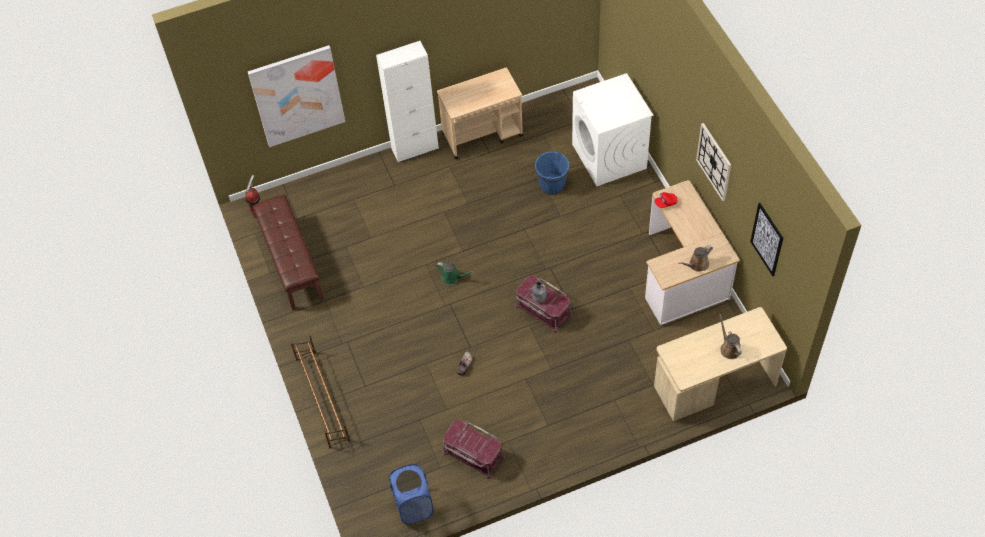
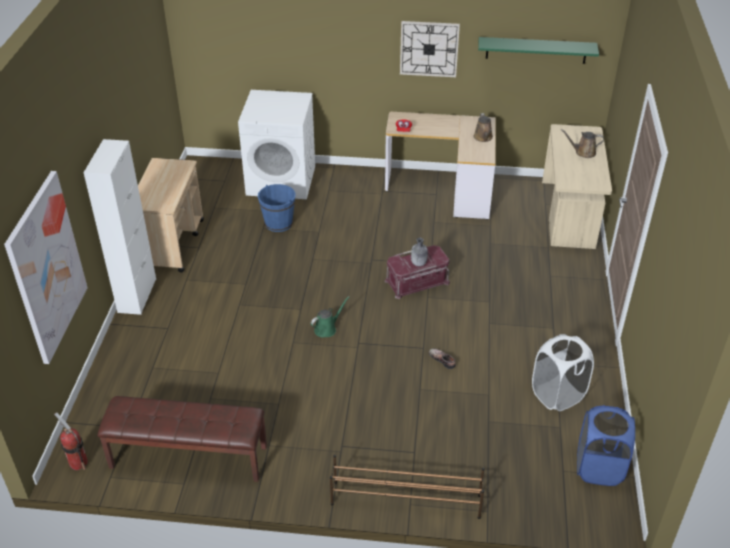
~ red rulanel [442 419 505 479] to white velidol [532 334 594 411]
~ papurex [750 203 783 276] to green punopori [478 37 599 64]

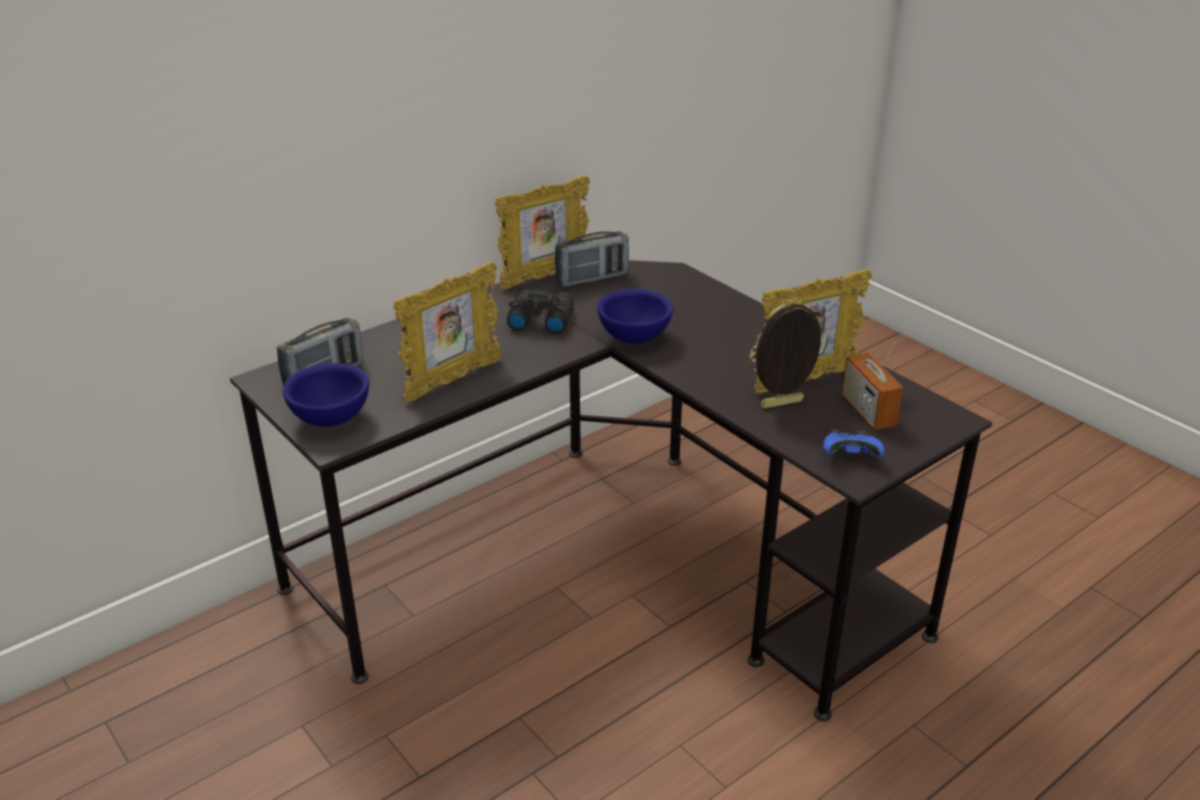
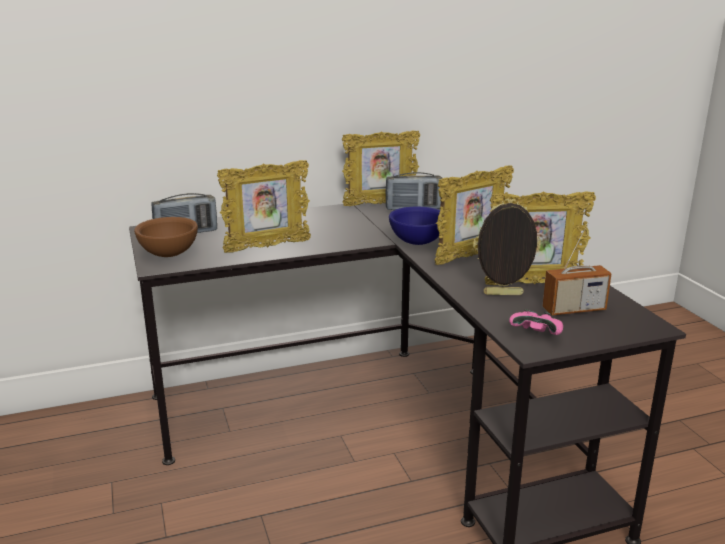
- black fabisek [507 289 575 334]
+ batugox [435 165 514 265]
~ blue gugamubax [282 363 369 427] to brown gugamubax [134 217 198 257]
~ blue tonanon [823 430 885 457] to pink tonanon [509 309 563 335]
~ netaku [842 328 903 430] = [542 223 612 315] 105 degrees counterclockwise

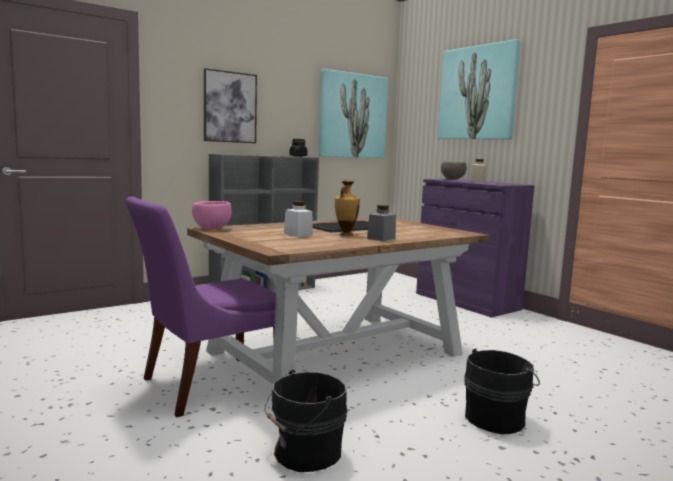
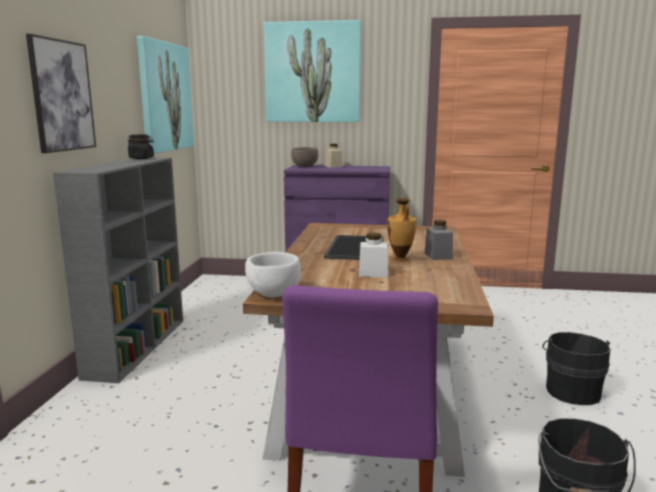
~ pink gugamubax [192 201 232 229] to white gugamubax [245 252 301 297]

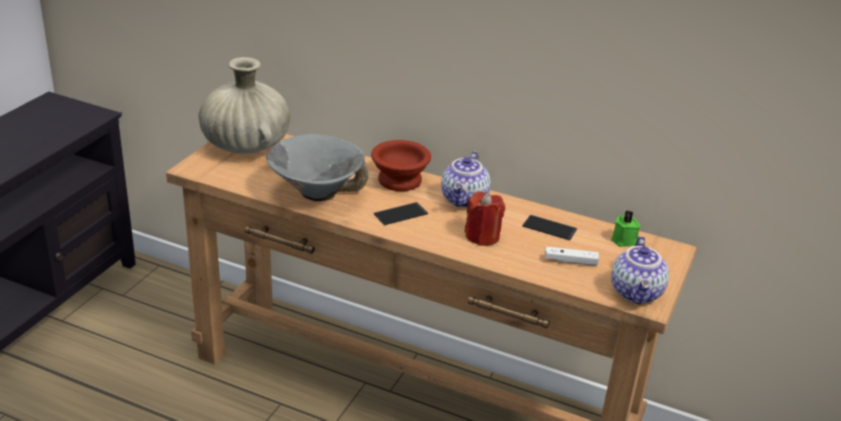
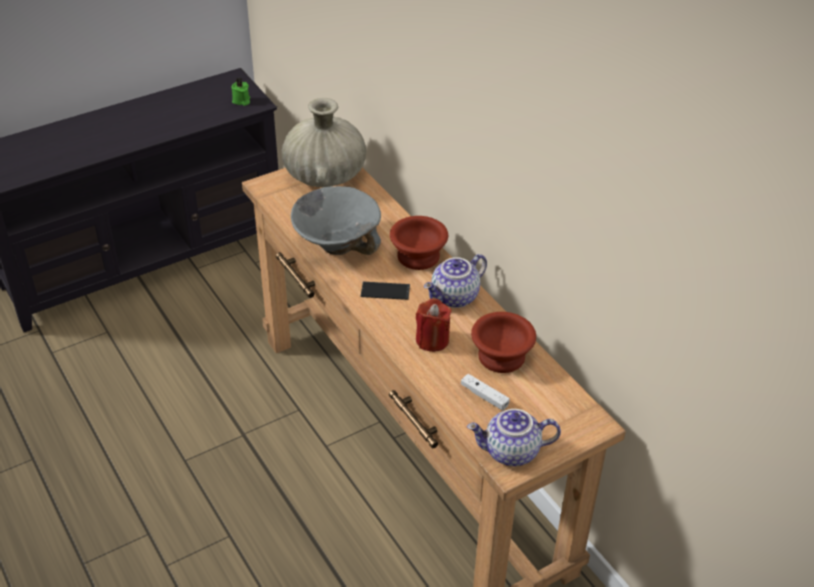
~ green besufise [611 210 640 247] to [232 78 250 106]
~ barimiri [522 215 577 240] to brown gugamubax [471 312 536 373]
~ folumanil [611 236 669 304] = [467 409 561 466] 45 degrees clockwise

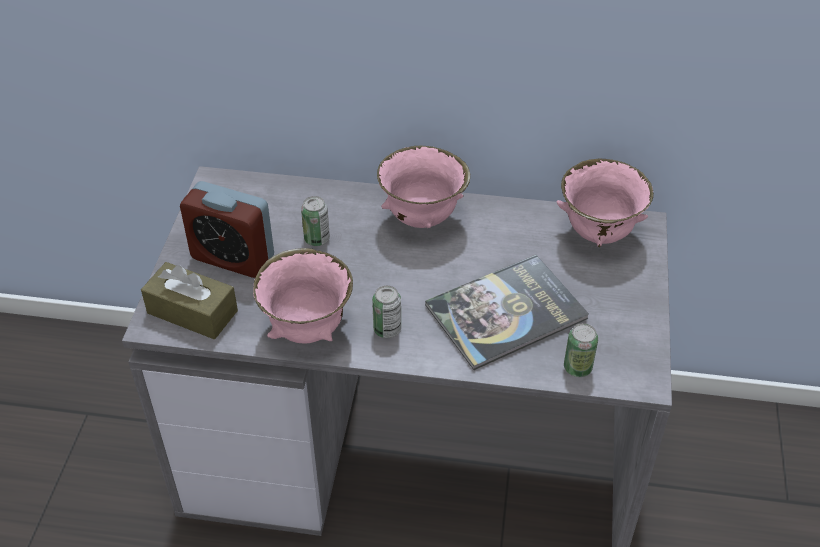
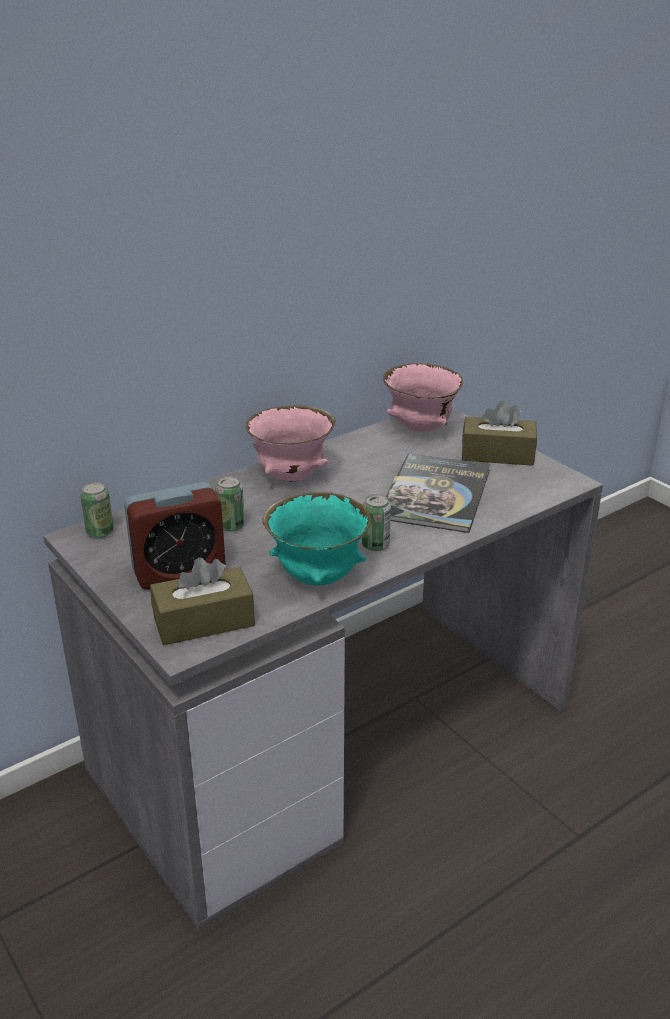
+ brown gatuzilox [462 400 537 466]
~ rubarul [564 323 598 377] to [80 482 114 538]
~ pink gugamubax [253 248 353 343] to turquoise gugamubax [262 492 371 586]

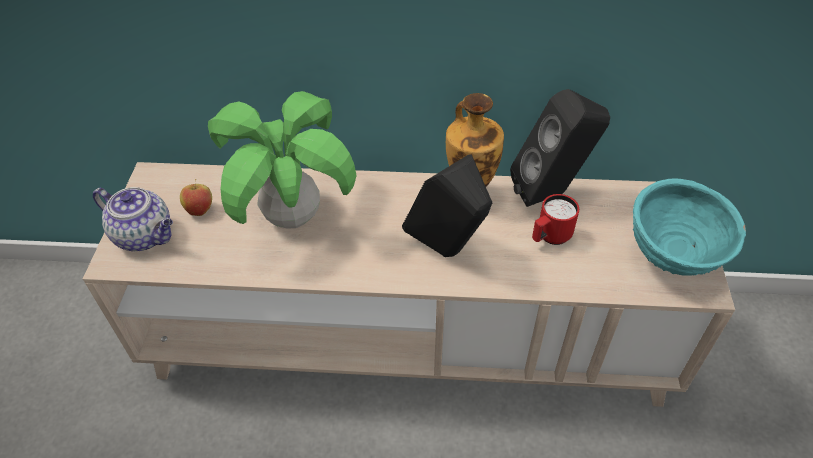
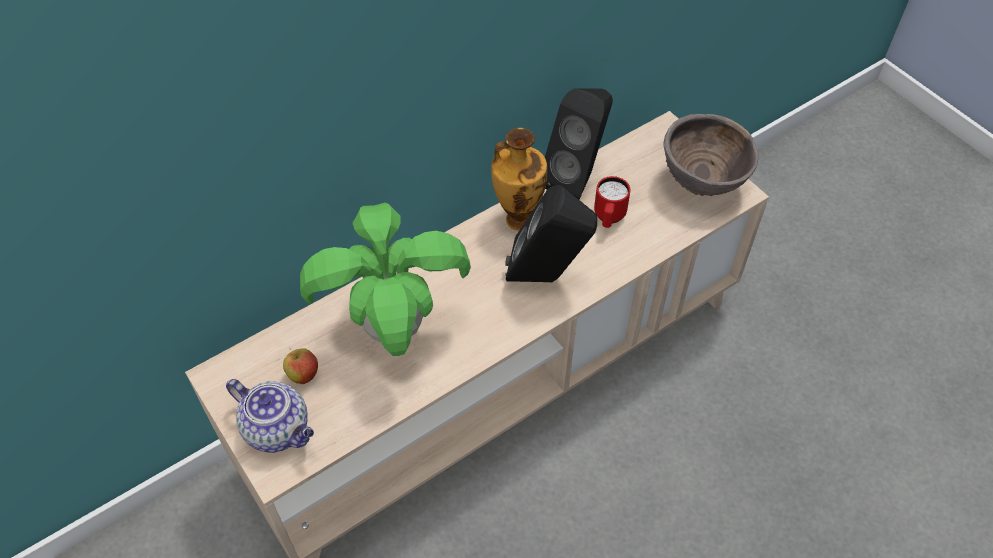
~ turquoise gugamubax [633 179 746 276] to brown gugamubax [664 114 758 196]
~ folumanil [93 187 173 251] = [226 379 314 453] 45 degrees clockwise

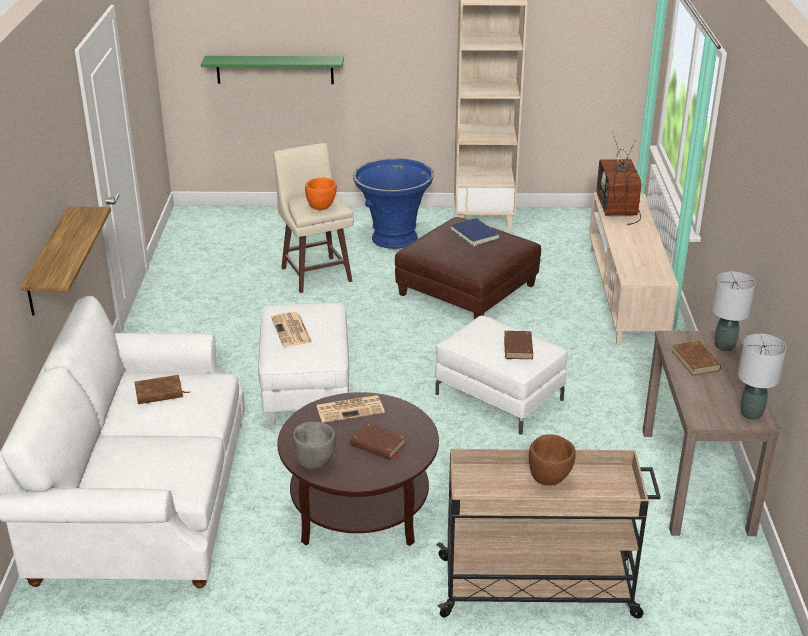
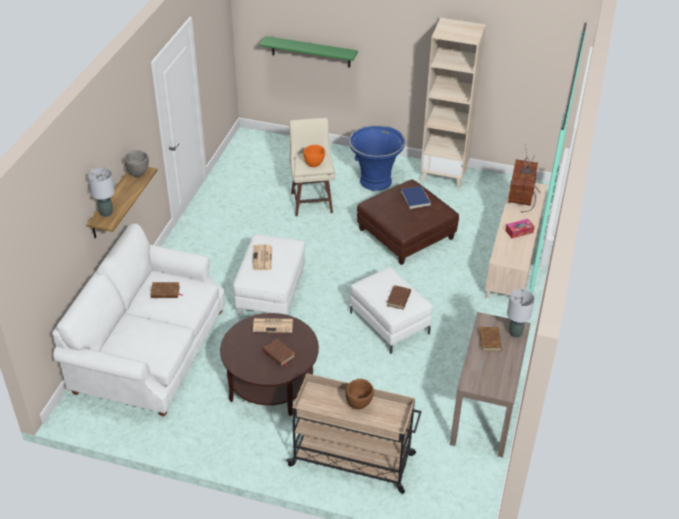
+ gatuzilox [505 219 535 238]
~ grey gugamubax [293 422 336 469] to [124 150 149 177]
~ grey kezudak [738 334 786 420] to [87 167 115 217]

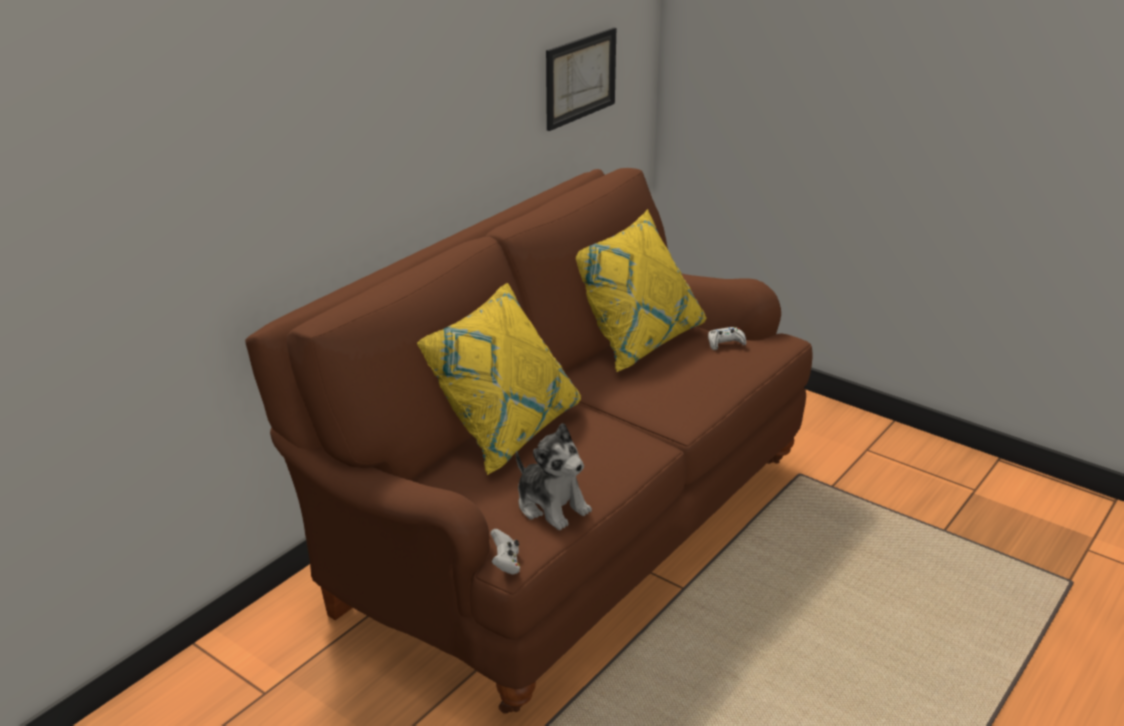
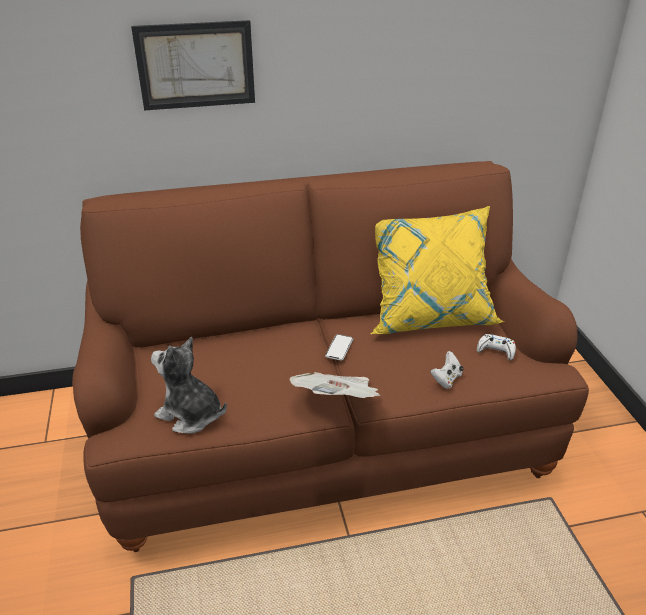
- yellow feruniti [417 283 581 475]
+ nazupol [290 372 380 398]
+ barimiri [325 334 353 361]
~ white tonanon [490 529 520 575] to [431 351 463 389]
~ papurex [546 27 616 131] to [131 20 255 110]
~ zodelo [516 423 592 530] = [151 337 227 434] 120 degrees clockwise

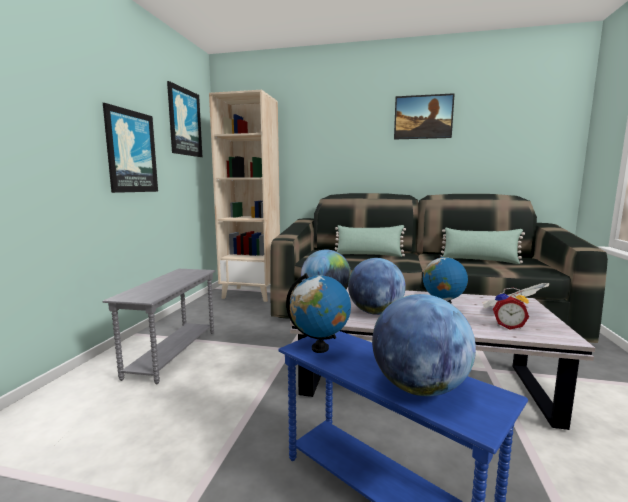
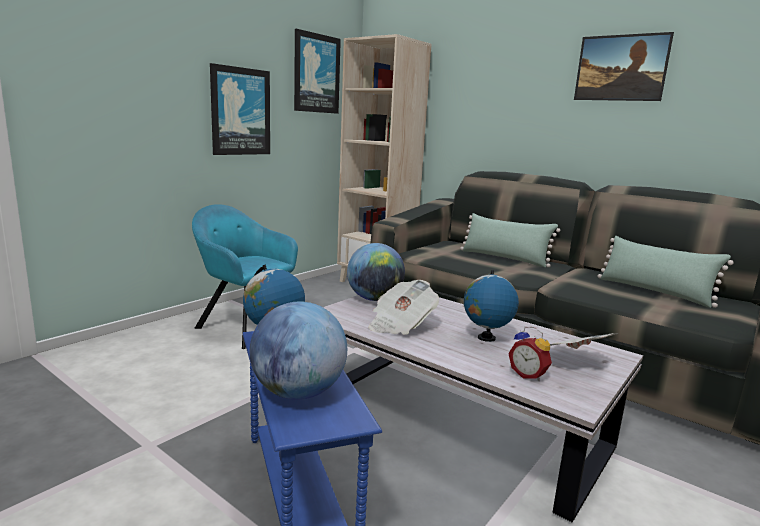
~ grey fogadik [102 269 216 384] to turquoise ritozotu [192 204 298 349]
~ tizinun [348 258 405 315] to nazupol [368 280 439 335]

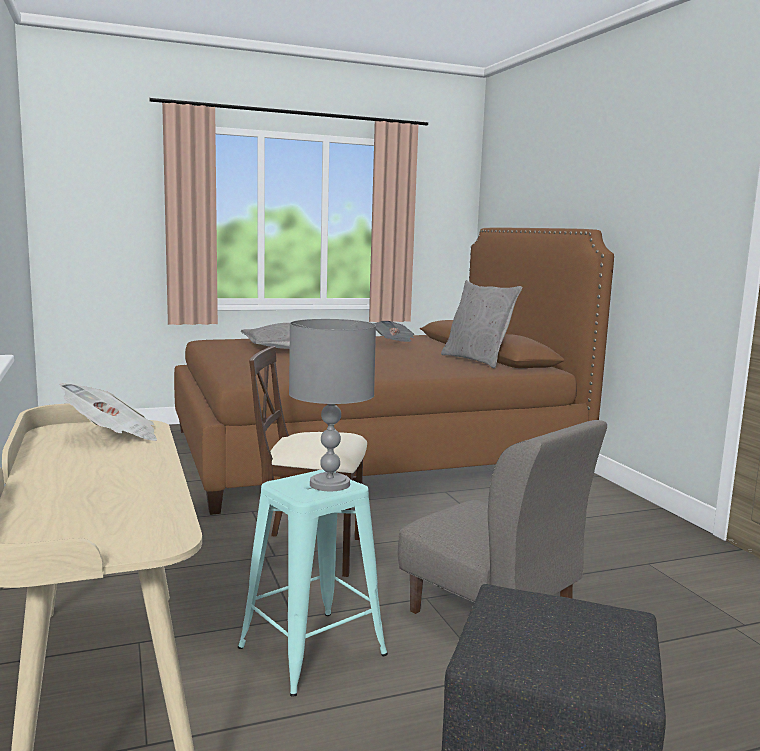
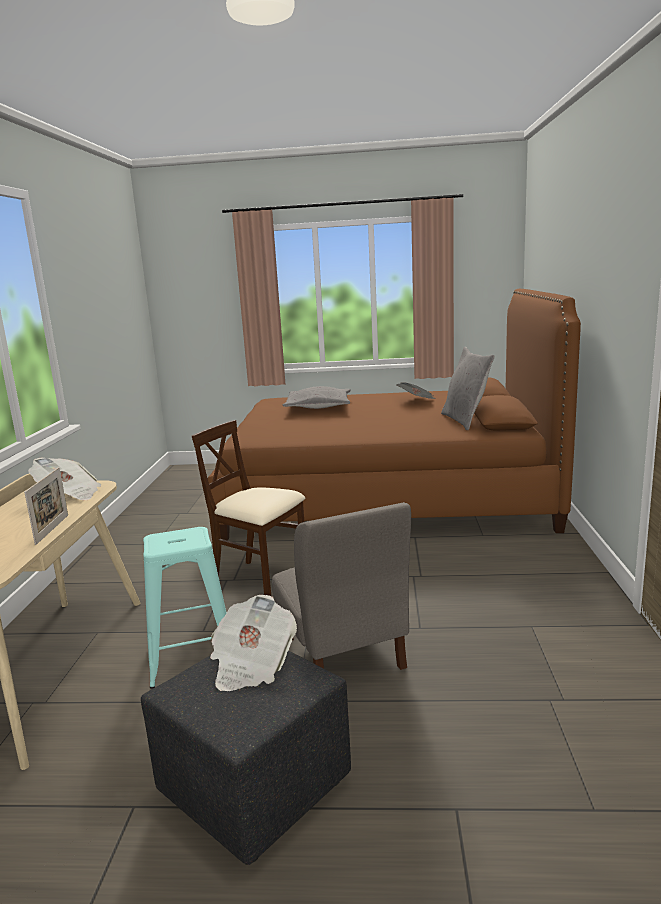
- grey kezudak [289 319 376 491]
+ batugox [24 467 68 545]
+ nazupol [210 595 297 691]

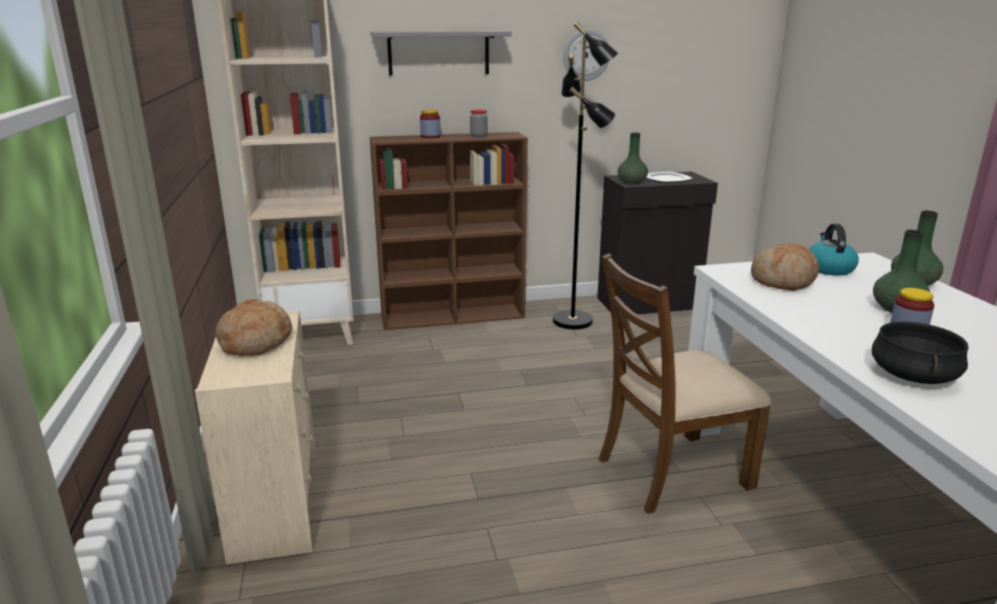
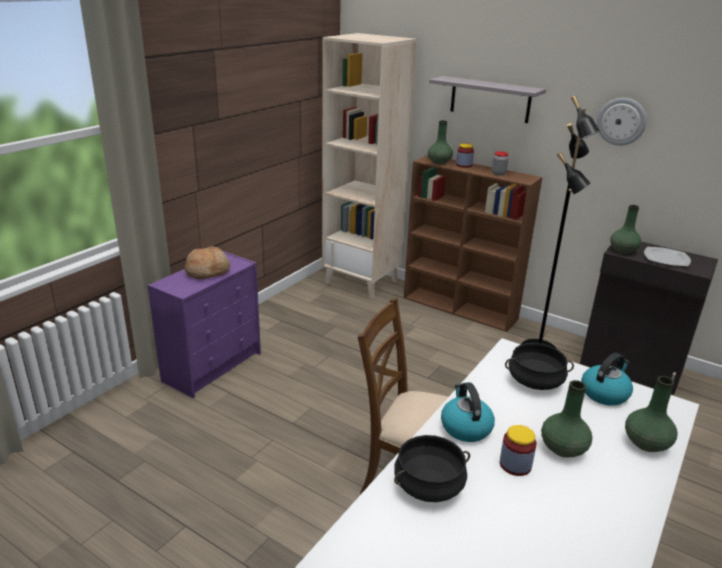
+ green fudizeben [428 120 453 164]
+ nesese [441 382 495 442]
~ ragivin [751 243 819 291] to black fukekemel [505 343 574 390]
~ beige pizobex [195 310 316 564] to purple pizobex [147 251 261 398]

